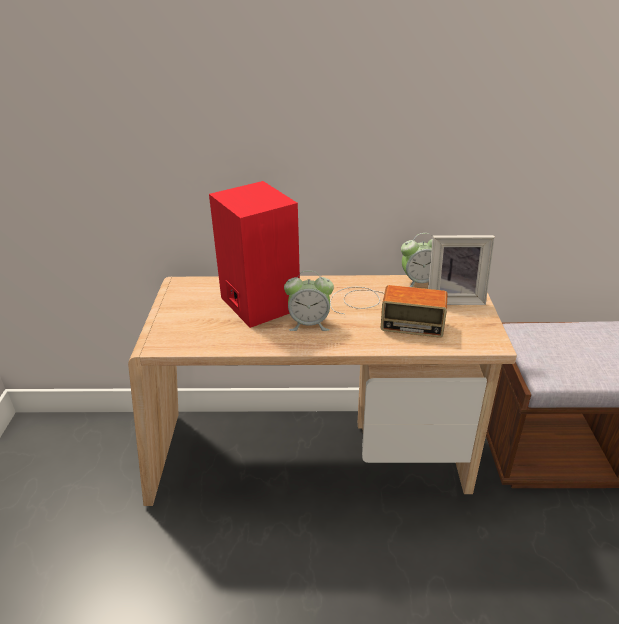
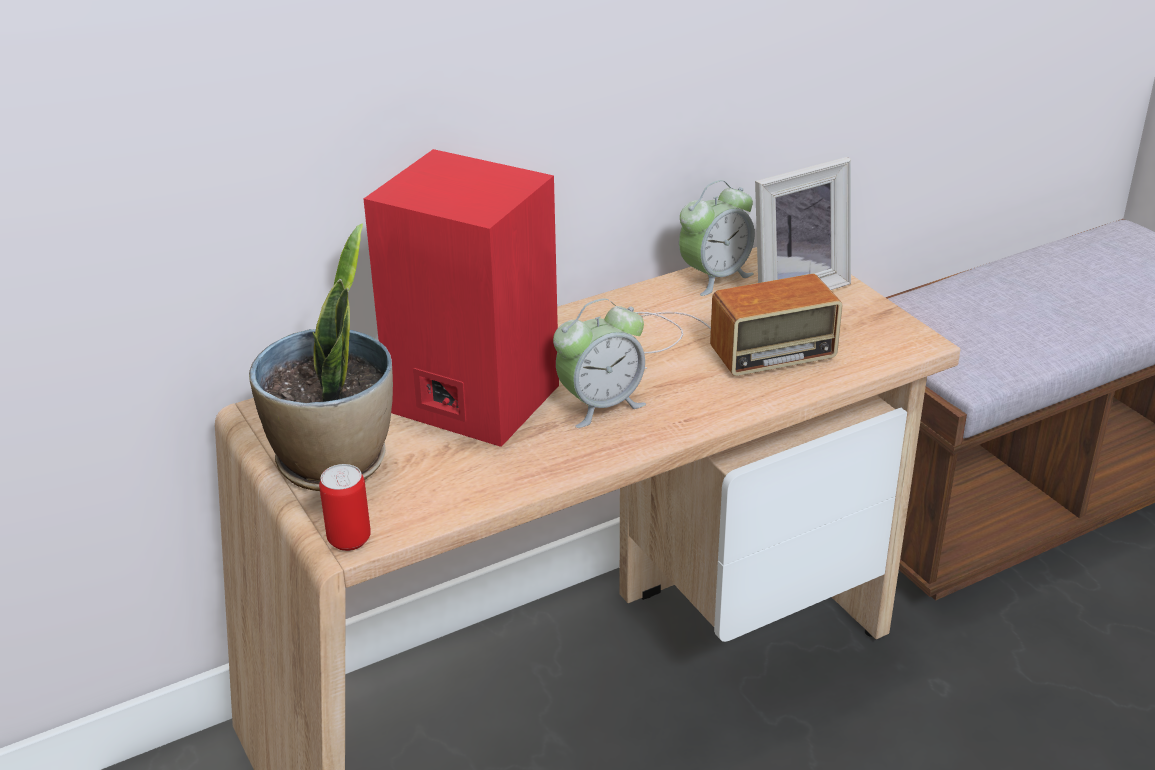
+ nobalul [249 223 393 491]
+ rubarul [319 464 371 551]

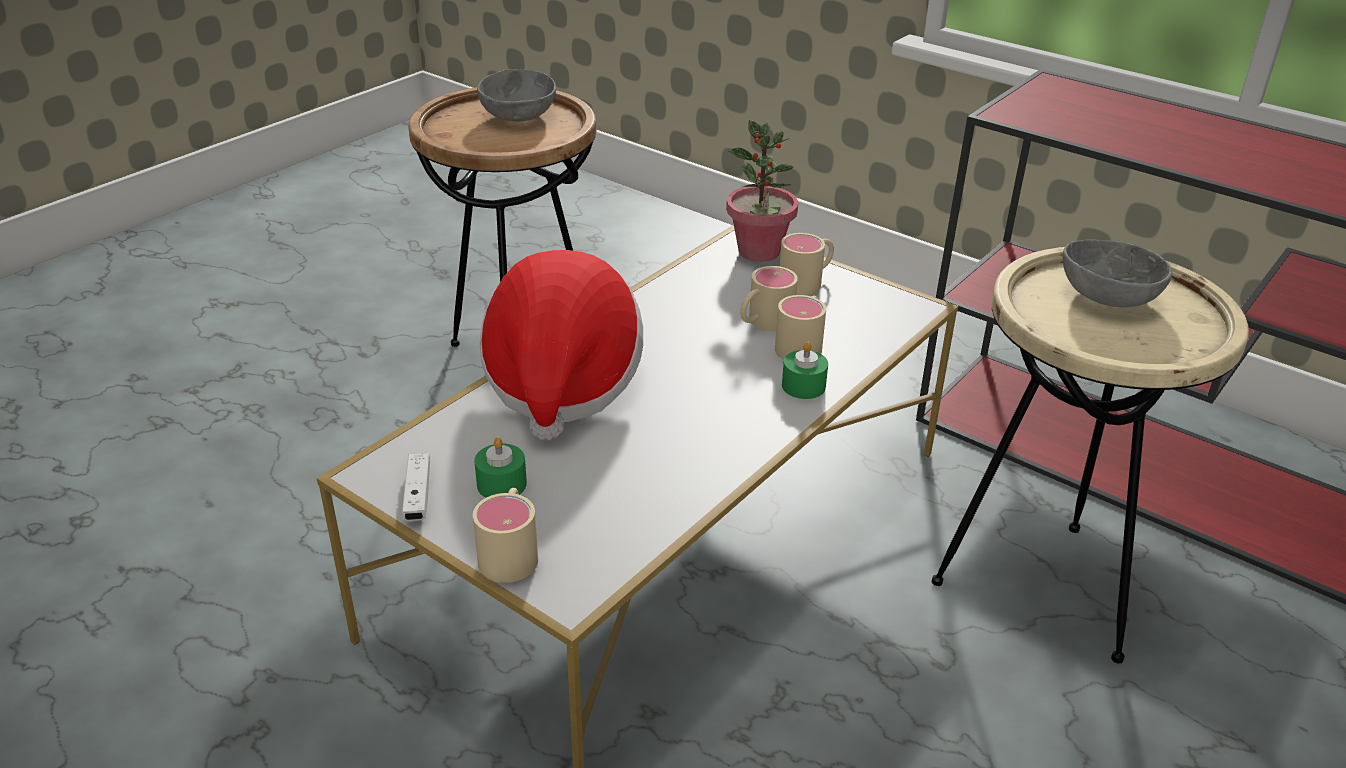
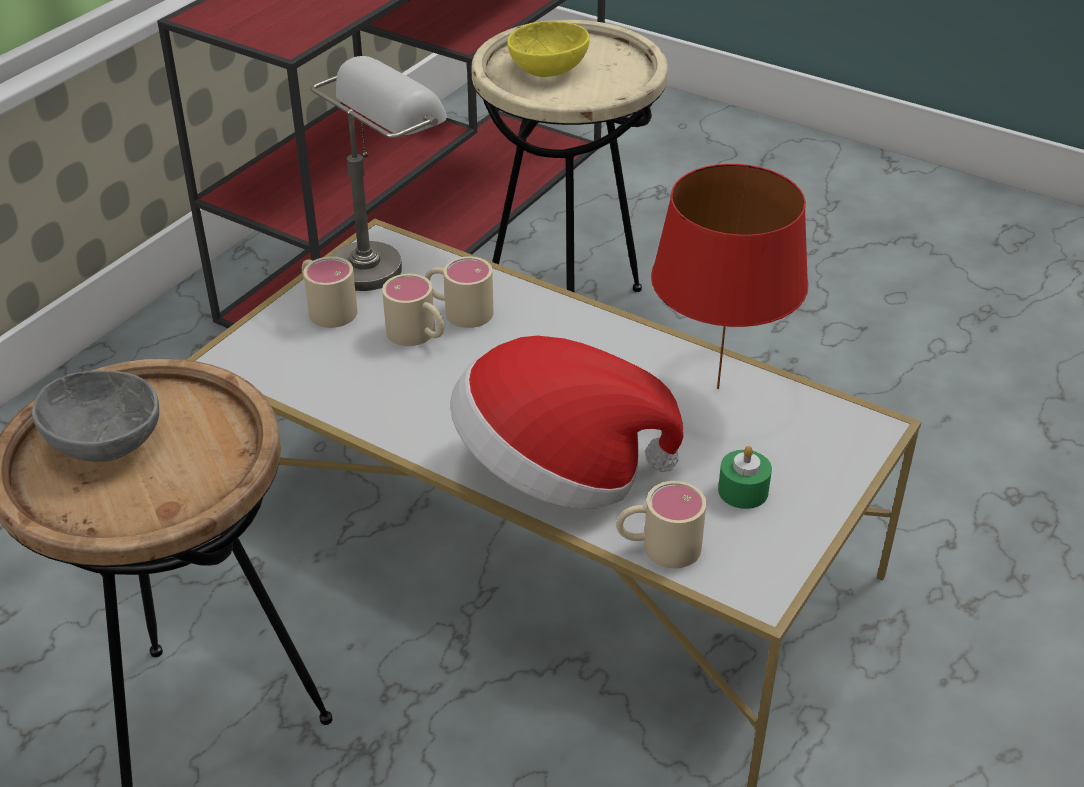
- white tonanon [402 453 430 521]
- nobalul [726 120 799 262]
- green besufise [782 342 828 399]
+ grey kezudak [311 56 447 291]
+ red kezudak [651 164 808 389]
~ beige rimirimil [473 488 538 583] to [616 481 706 568]
~ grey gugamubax [1063 240 1172 307] to yellow gugamubax [507 21 590 77]

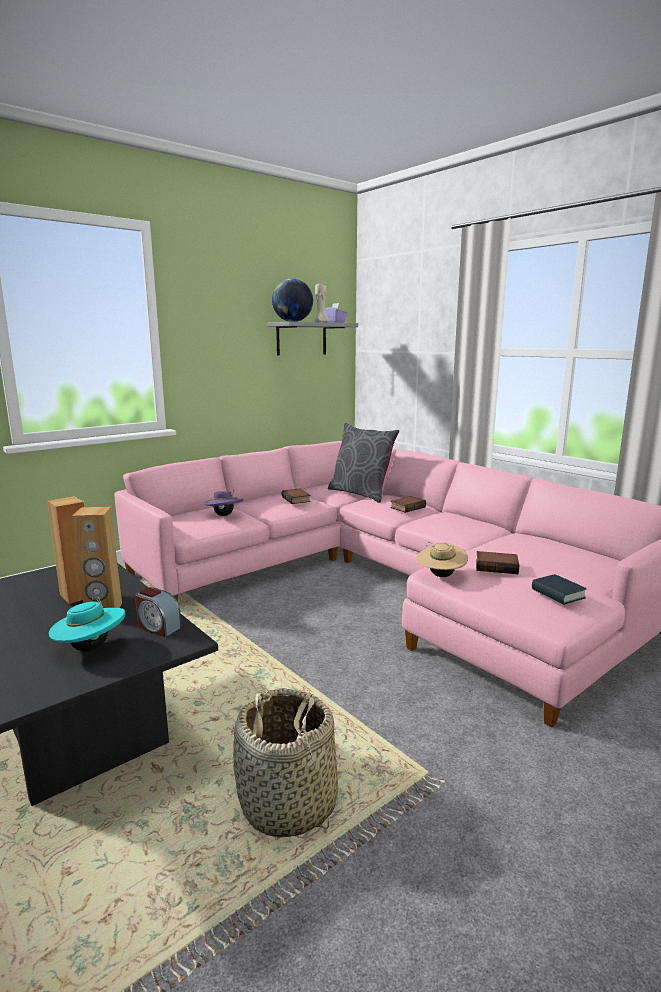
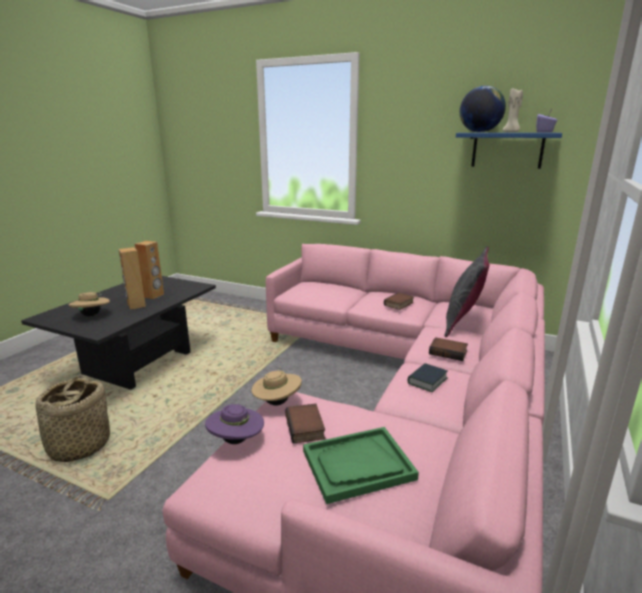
- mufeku [135 587 182 637]
+ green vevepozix [303 427 419 504]
~ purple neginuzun [204 489 243 516] to [205 404 264 444]
~ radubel [532 574 587 605] to [408 363 447 392]
~ turquoise neginuzun [49 595 125 652] to beige neginuzun [69 292 110 316]
~ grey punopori [266 322 358 356] to blue punopori [456 133 562 169]

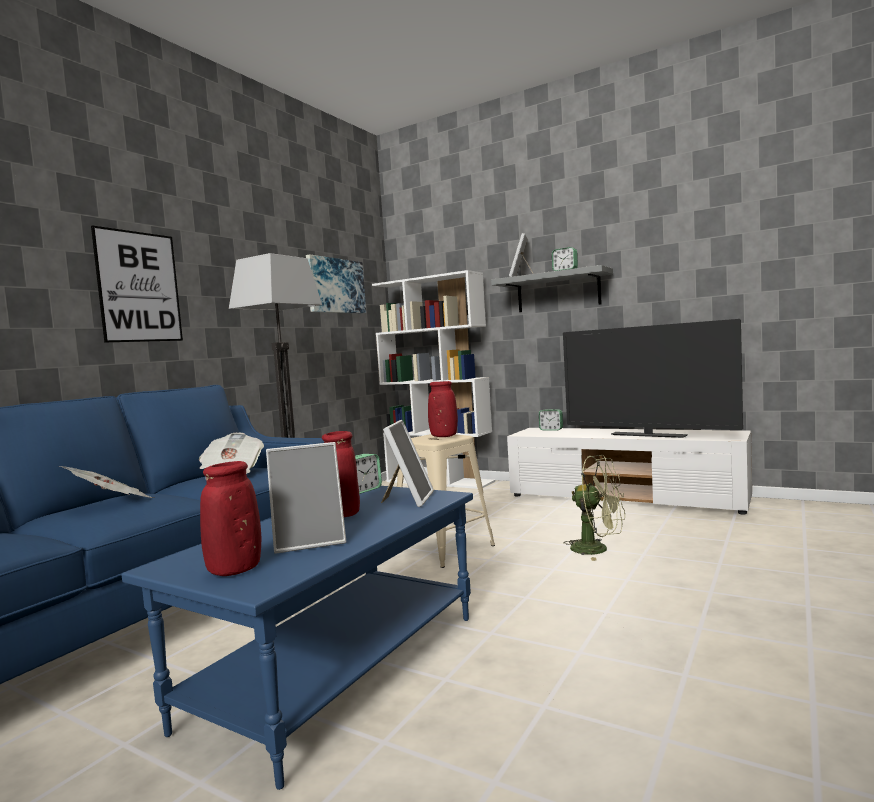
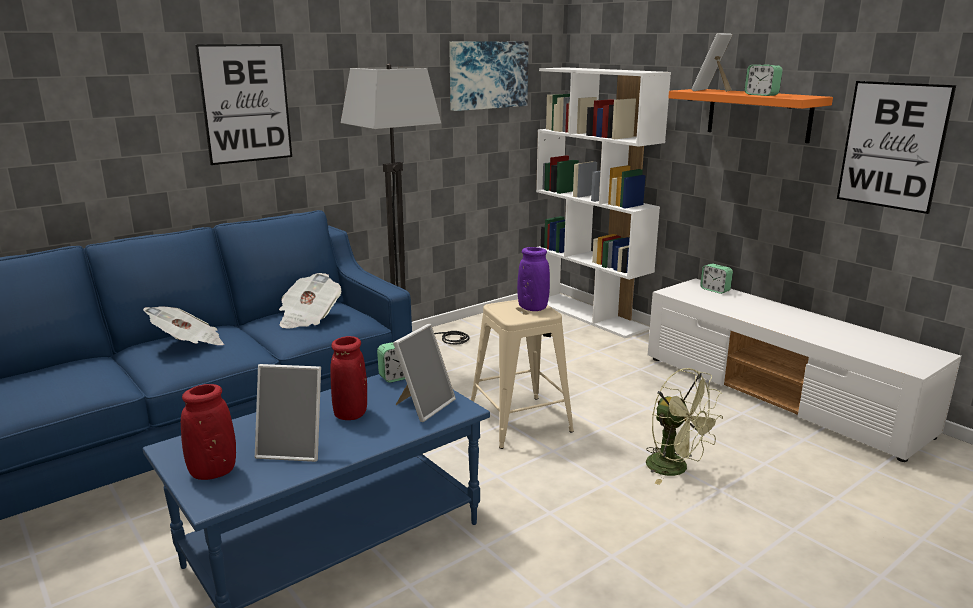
- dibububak [563 319 743 438]
+ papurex [837 81 956 214]
~ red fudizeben [428 381 458 437] to purple fudizeben [517 247 550 311]
~ grey punopori [491 265 613 312] to orange punopori [668 89 833 143]

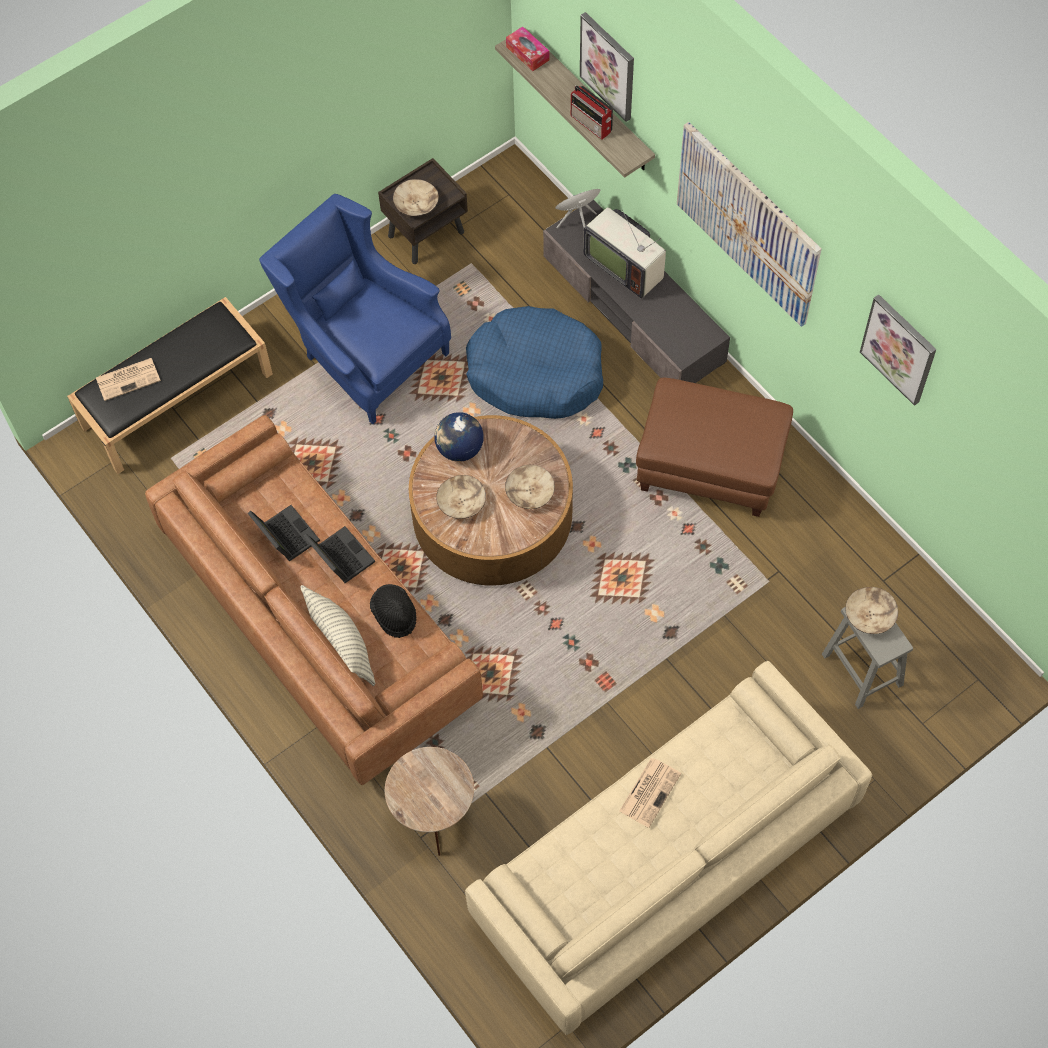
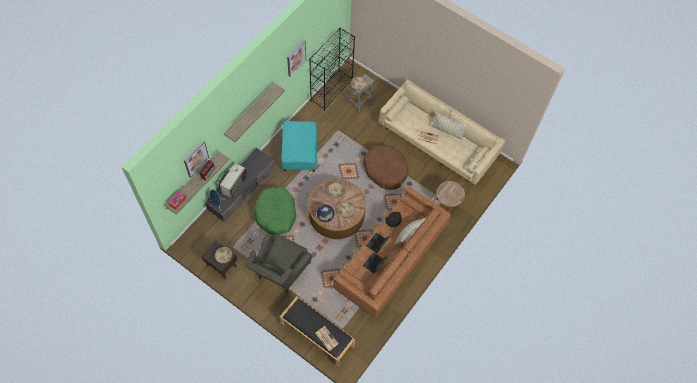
+ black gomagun [309 27 355 111]
+ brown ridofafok [363 145 408 190]
+ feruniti [431 112 467 140]
~ papurex [677 122 822 327] to punopori [224 83 285 142]
~ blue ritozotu [259 194 451 424] to grey ritozotu [245 234 312 293]
~ blue ridofafok [466 306 603 419] to green ridofafok [254 186 296 236]
~ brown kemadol [636 378 793 517] to turquoise kemadol [281 121 317 172]

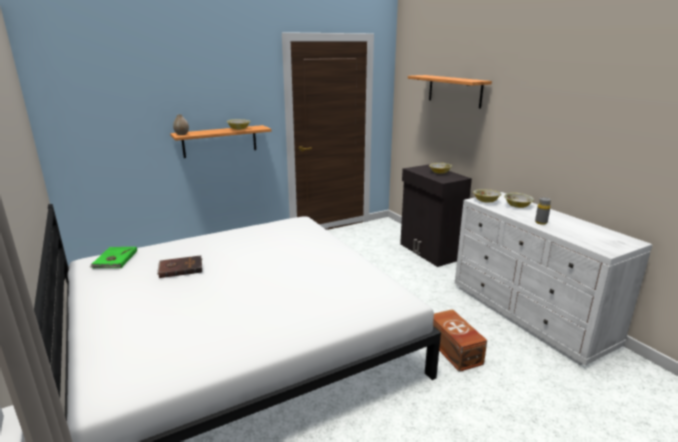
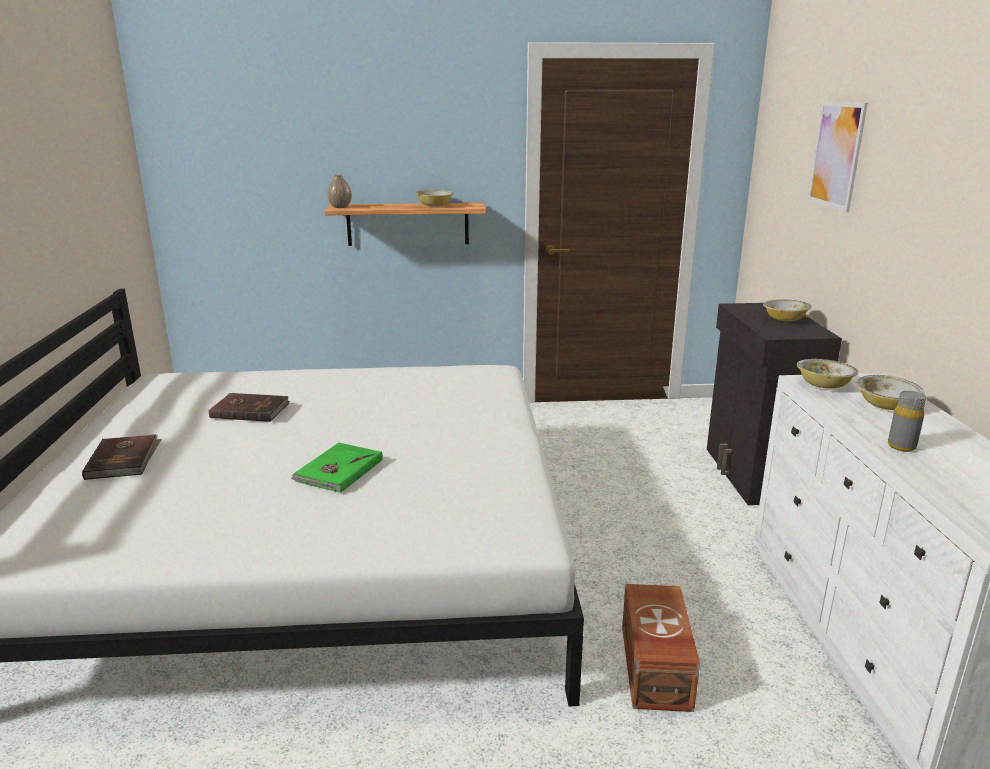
+ brown radubel [82 435 161 480]
~ green radubel [90 247 137 268] to [290 443 383 493]
~ punopori [408 75 492 108] to papurex [808 101 868 212]

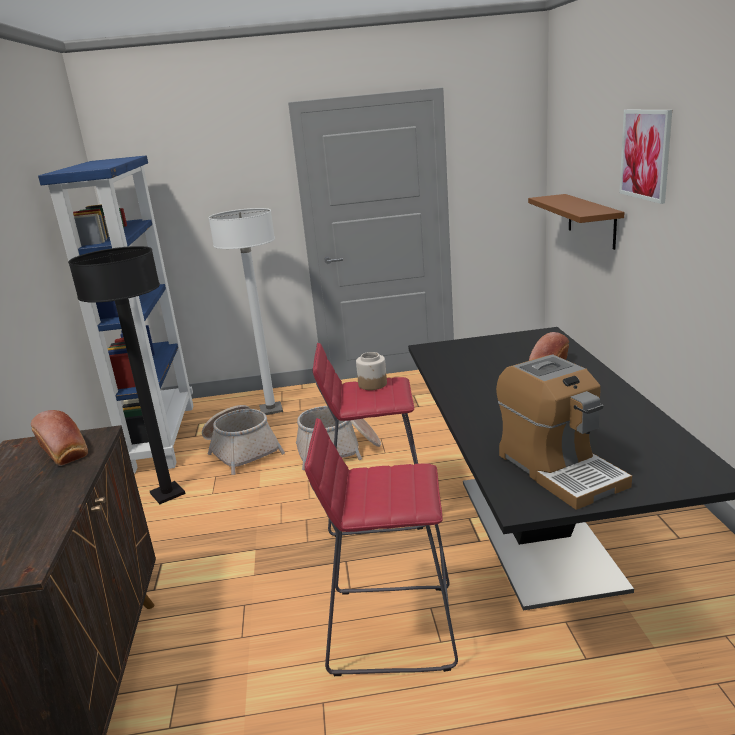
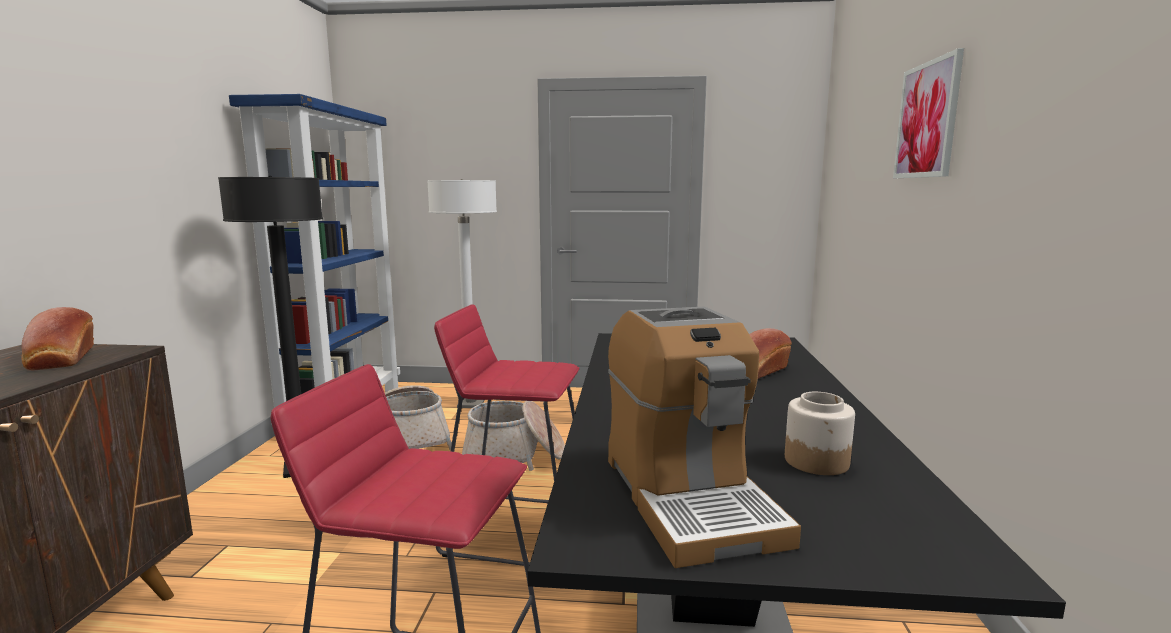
- brown punopori [528 194 624 250]
~ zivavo [356 352 387 390] to [785 392 855 475]

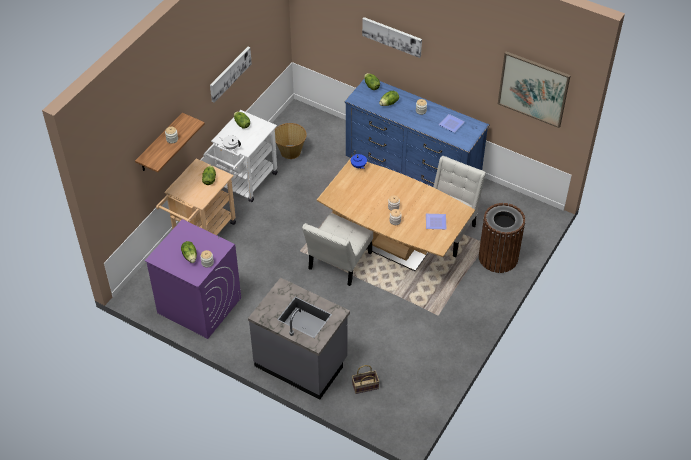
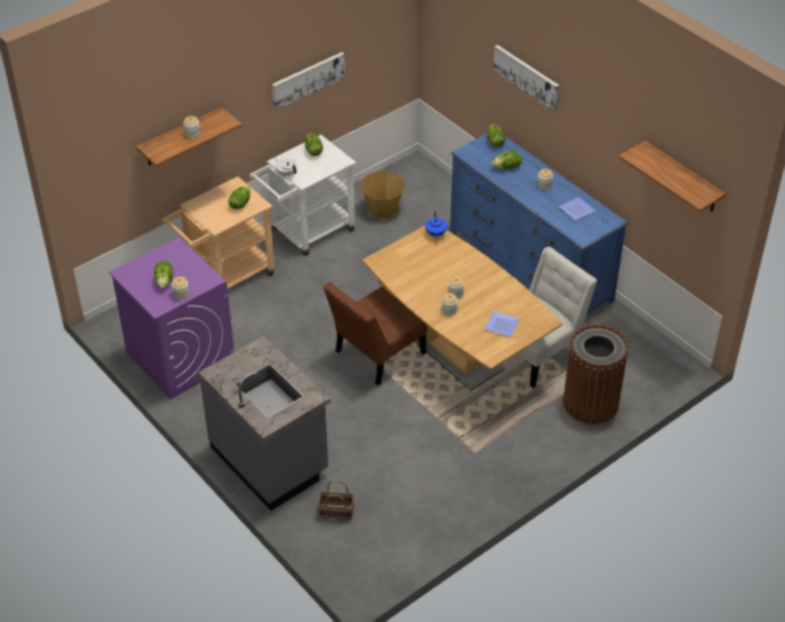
~ papurex [498 51 571 128] to punopori [619 141 726 212]
~ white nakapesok [302 213 373 286] to brown nakapesok [323 282 427 386]

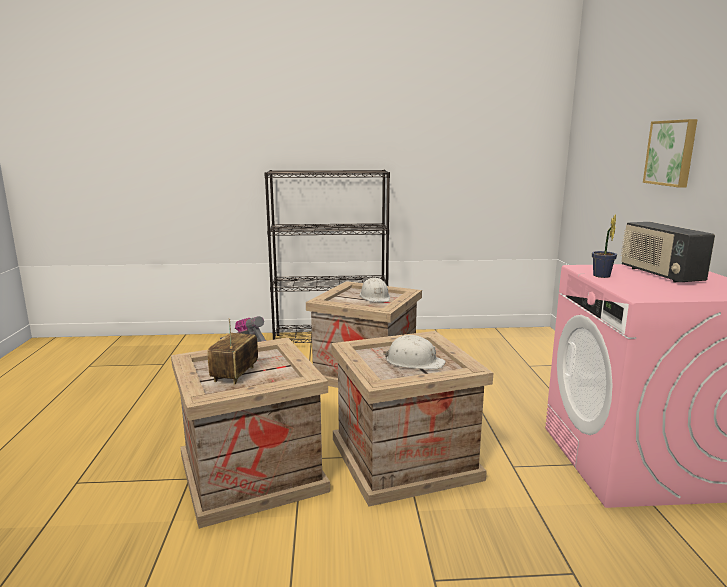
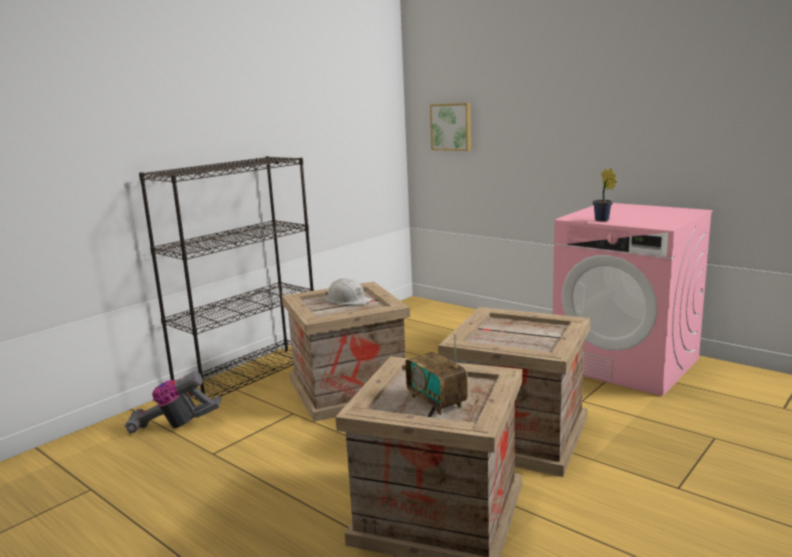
- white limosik [383 335 446 369]
- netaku [621 222 715 283]
~ papurex [643 119 698 188] to [430 103 471 151]

